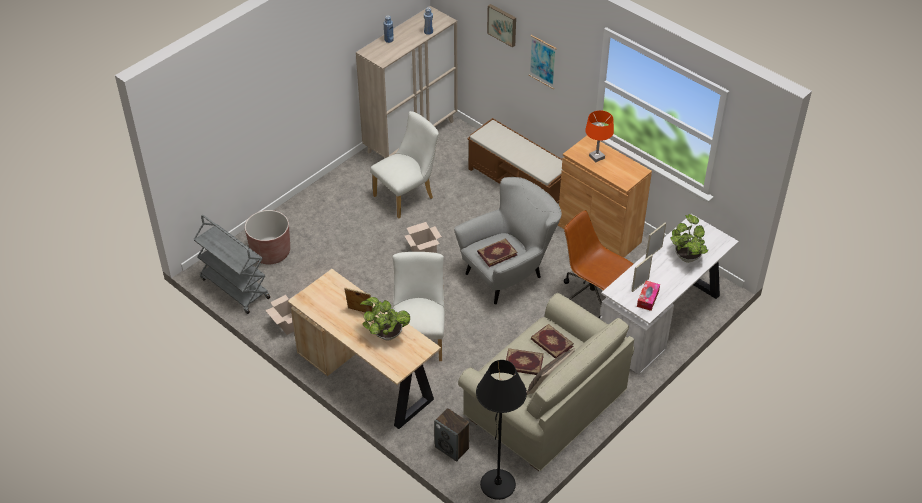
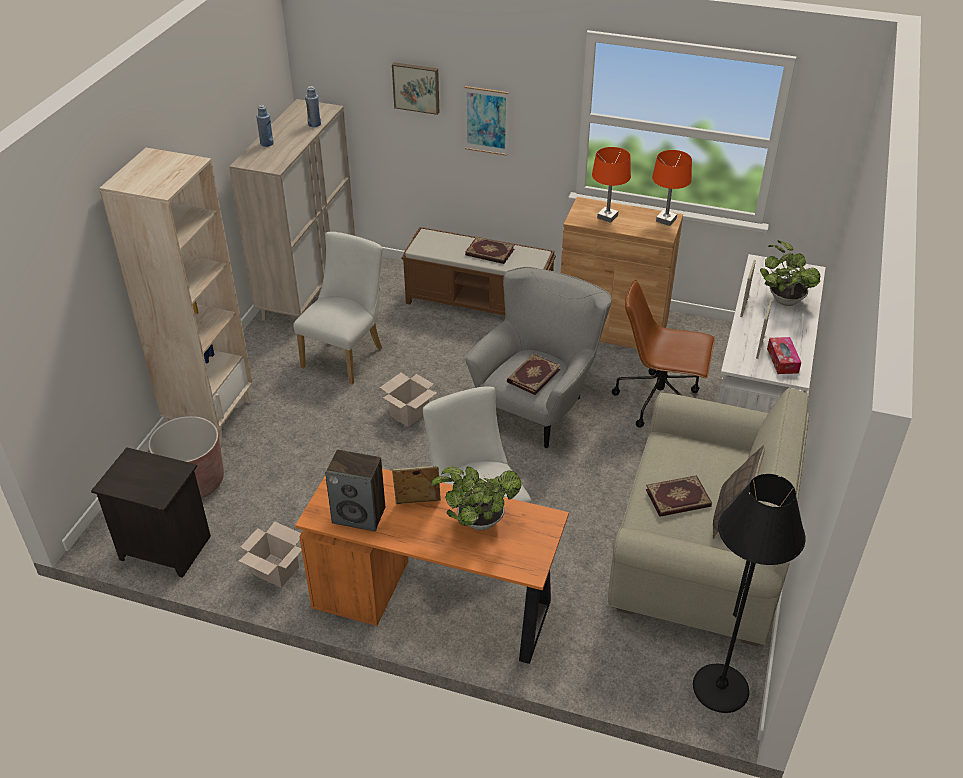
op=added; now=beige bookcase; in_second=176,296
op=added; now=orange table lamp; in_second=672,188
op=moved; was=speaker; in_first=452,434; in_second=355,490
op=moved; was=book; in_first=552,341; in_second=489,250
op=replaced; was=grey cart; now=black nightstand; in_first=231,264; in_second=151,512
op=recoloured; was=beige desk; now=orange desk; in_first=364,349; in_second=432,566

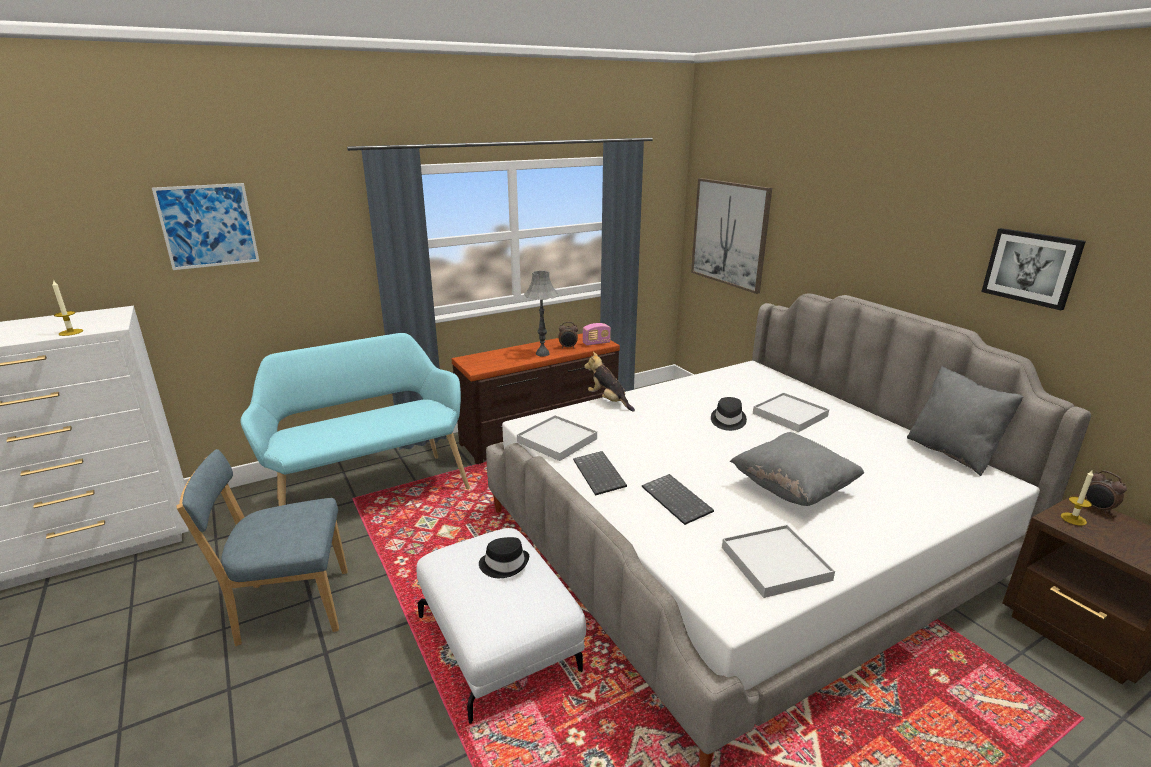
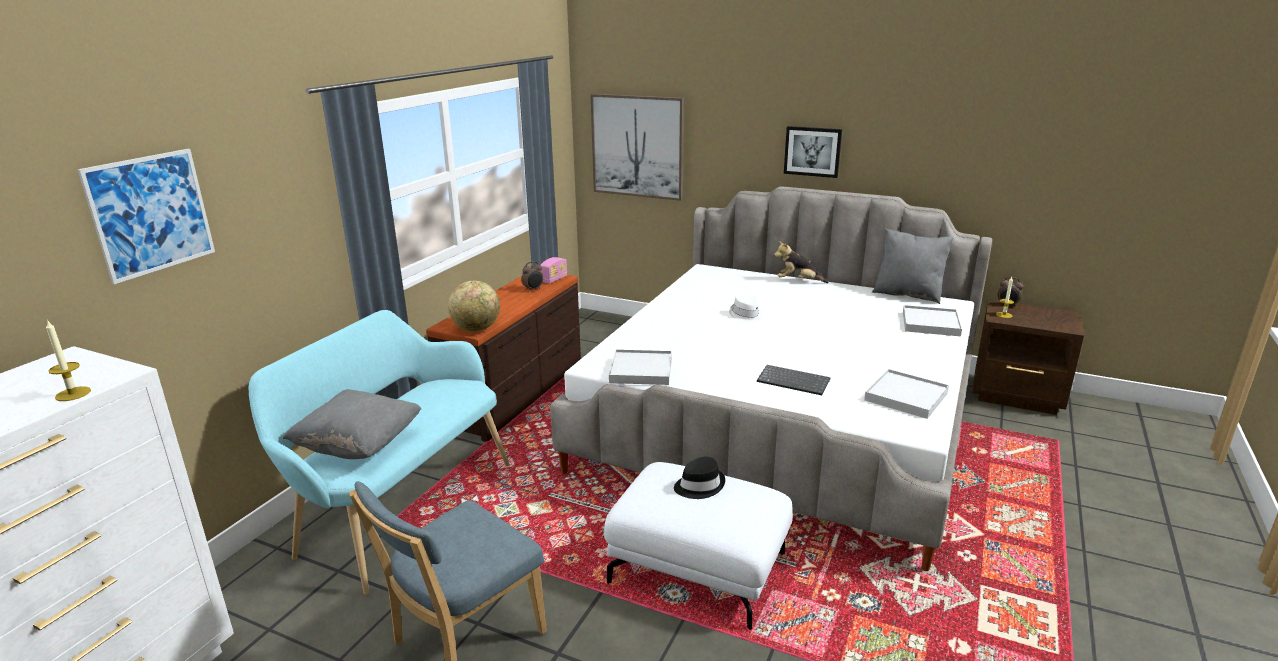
op=removed; was=grey table lamp; in_first=541,313
op=removed; was=keyboard; in_first=600,473
op=added; now=globe; in_second=474,306
op=moved; was=plush toy; in_first=609,382; in_second=801,262
op=moved; was=grey pillow; in_first=797,469; in_second=352,424
op=moved; was=white tray; in_first=791,412; in_second=932,320
op=moved; was=picture; in_first=1033,269; in_second=813,152
op=recoloured; was=black hat; now=white hat; in_first=729,414; in_second=746,308

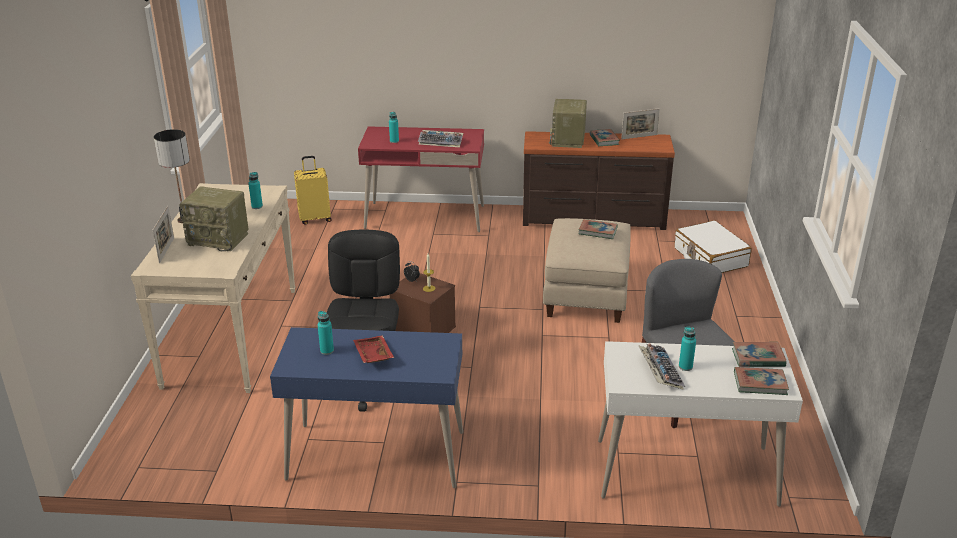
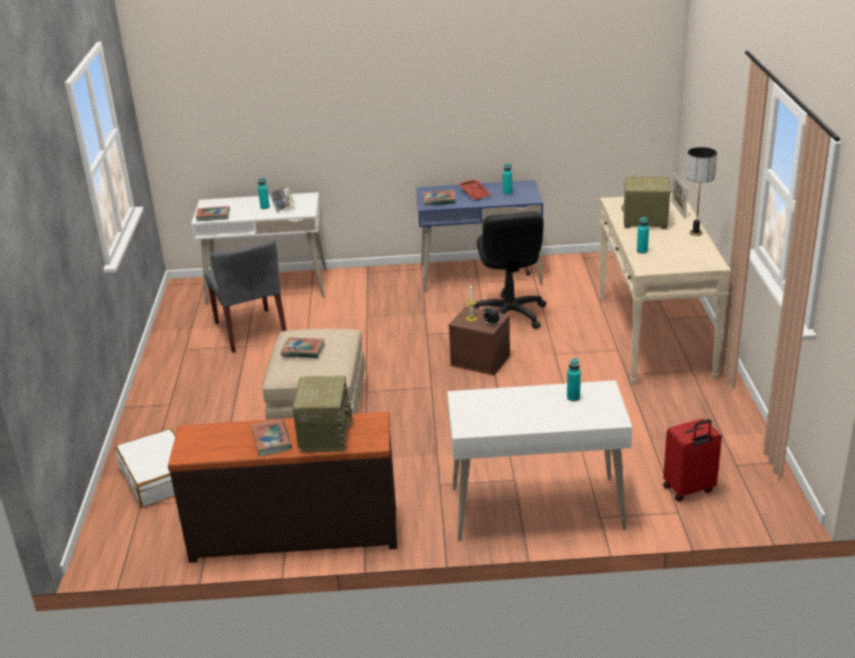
op=removed; was=keyboard; in_first=440,138
op=removed; was=picture frame; in_first=640,124
op=moved; was=book; in_first=761,381; in_second=439,197
op=recoloured; was=yellow suitcase; now=red suitcase; in_first=313,190; in_second=692,460
op=recoloured; was=red desk; now=white desk; in_first=421,179; in_second=539,460

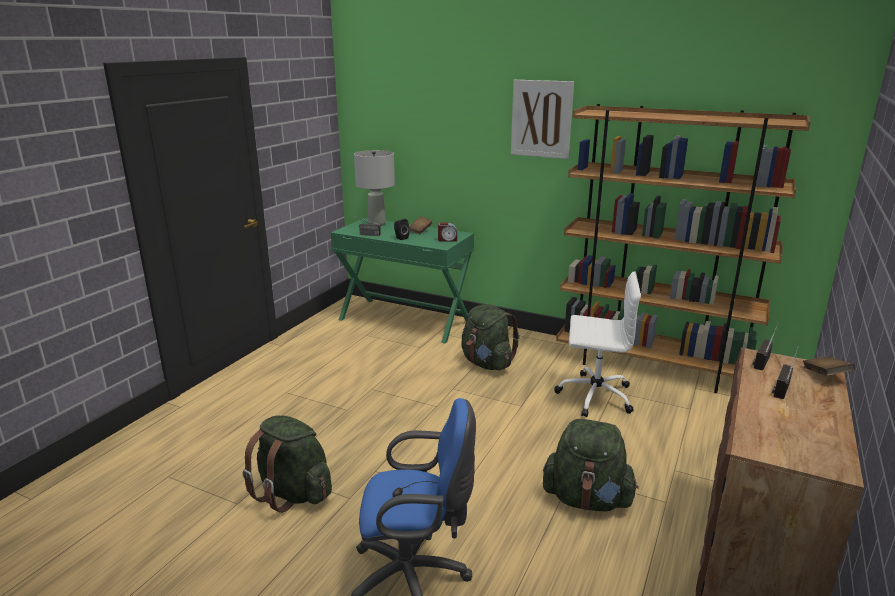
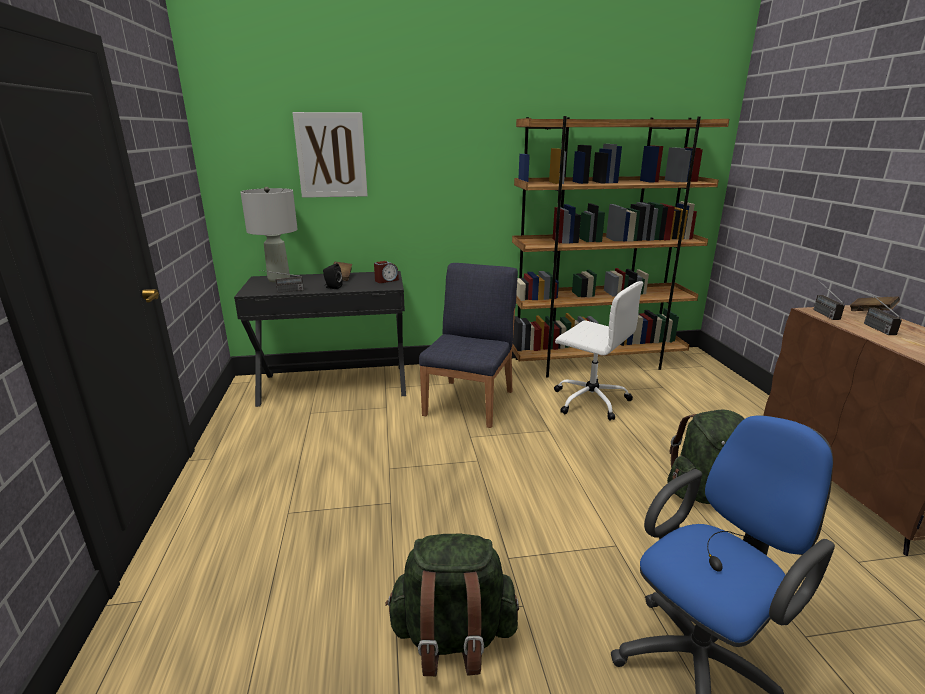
op=moved; was=picture; in_first=542,119; in_second=330,155
op=replaced; was=green backpack; now=blue chair; in_first=490,337; in_second=468,345
op=recoloured; was=green desk; now=black desk; in_first=402,281; in_second=320,339
op=turned; was=white office chair; in_first=597,344; in_second=599,351; clockwise=60

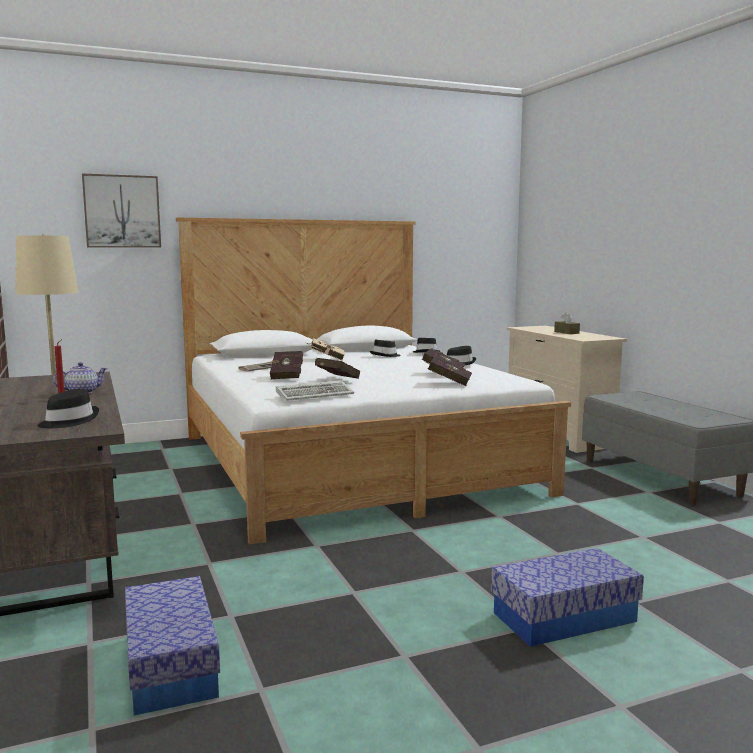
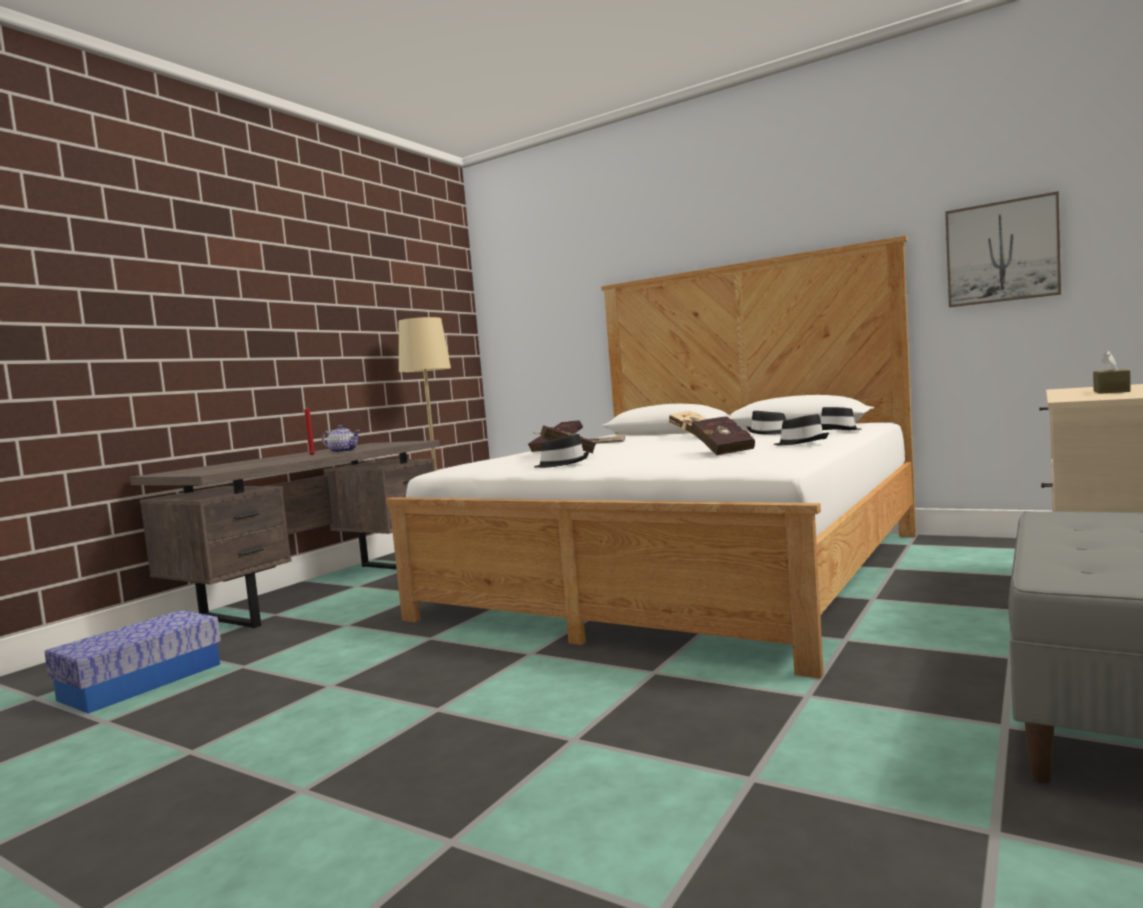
op=removed; was=keyboard; in_first=315,390
op=removed; was=red book; in_first=448,371
op=removed; was=storage box; in_first=567,597
op=moved; was=black hat; in_first=68,408; in_second=561,451
op=moved; was=picture; in_first=121,211; in_second=1003,249

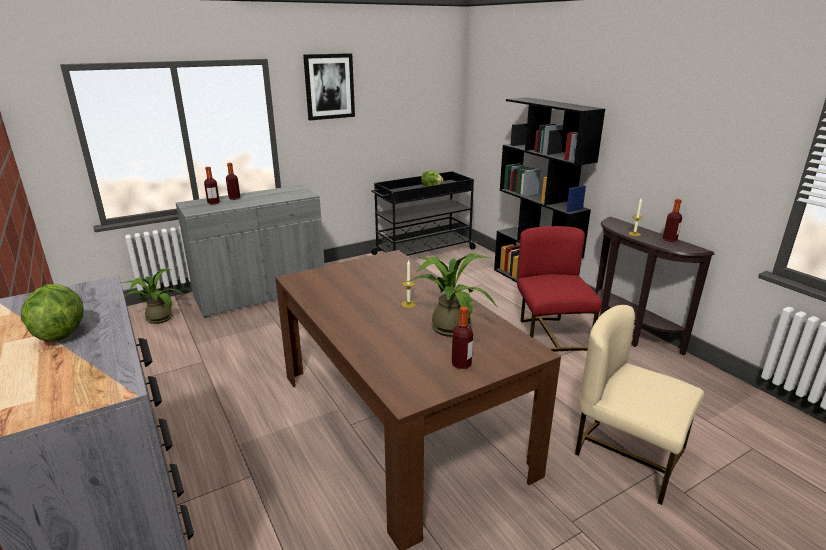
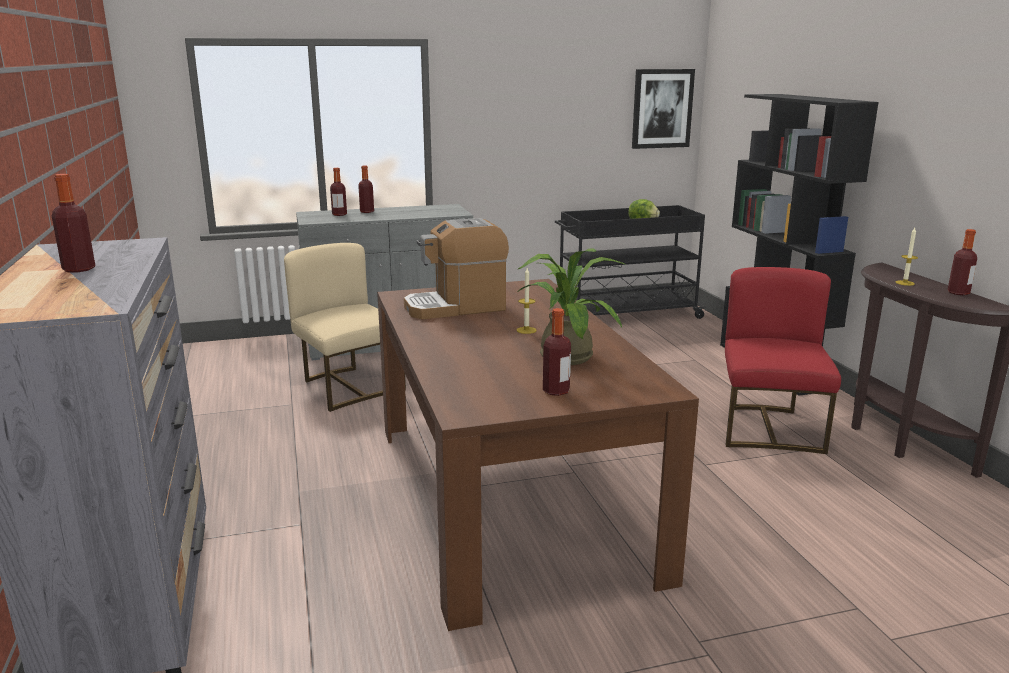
op=removed; was=potted plant; in_first=154,296
op=added; now=coffee machine; in_second=456,268
op=moved; was=picture; in_first=329,86; in_second=663,109
op=moved; was=beige chair; in_first=639,405; in_second=345,327
op=replaced; was=lettuce; now=bottle; in_first=52,313; in_second=73,223

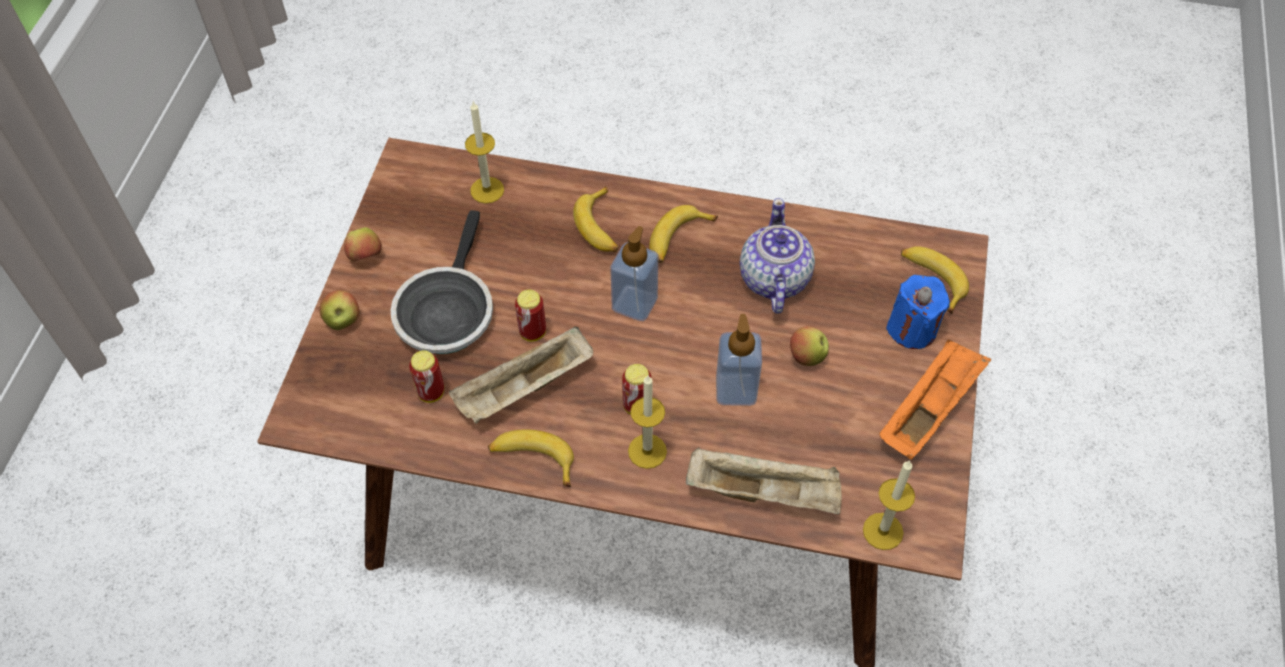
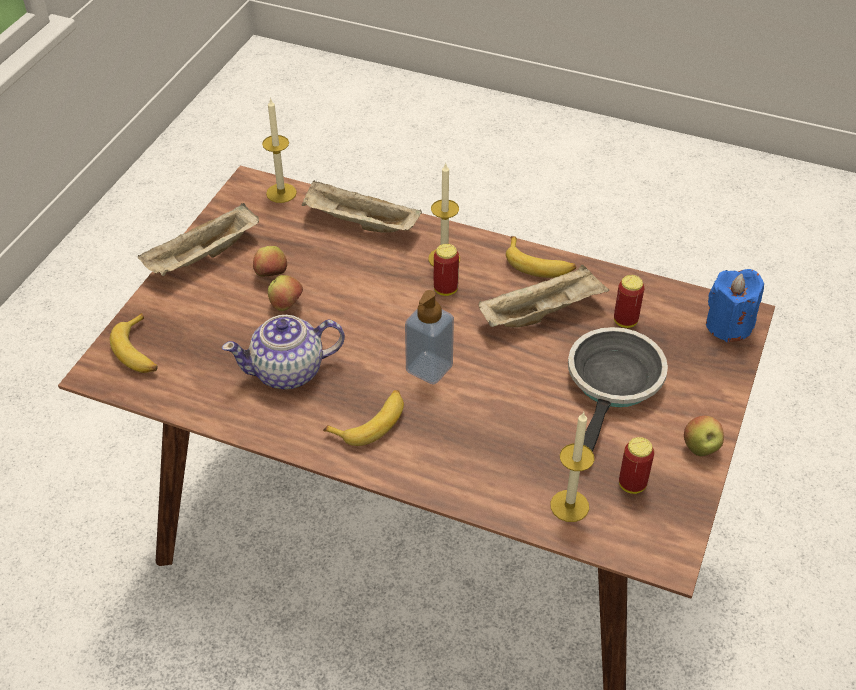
op=removed; was=banana; in_first=595,219
op=removed; was=soap dispenser; in_first=739,360
op=moved; was=apple; in_first=339,310; in_second=270,261
op=moved; was=can; in_first=530,315; in_second=636,465
op=moved; was=blue candle; in_first=918,312; in_second=735,305
op=recoloured; was=orange tray; now=beige tray; in_first=935,399; in_second=198,239
op=turned; was=teapot; in_first=777,256; in_second=283,352; clockwise=60

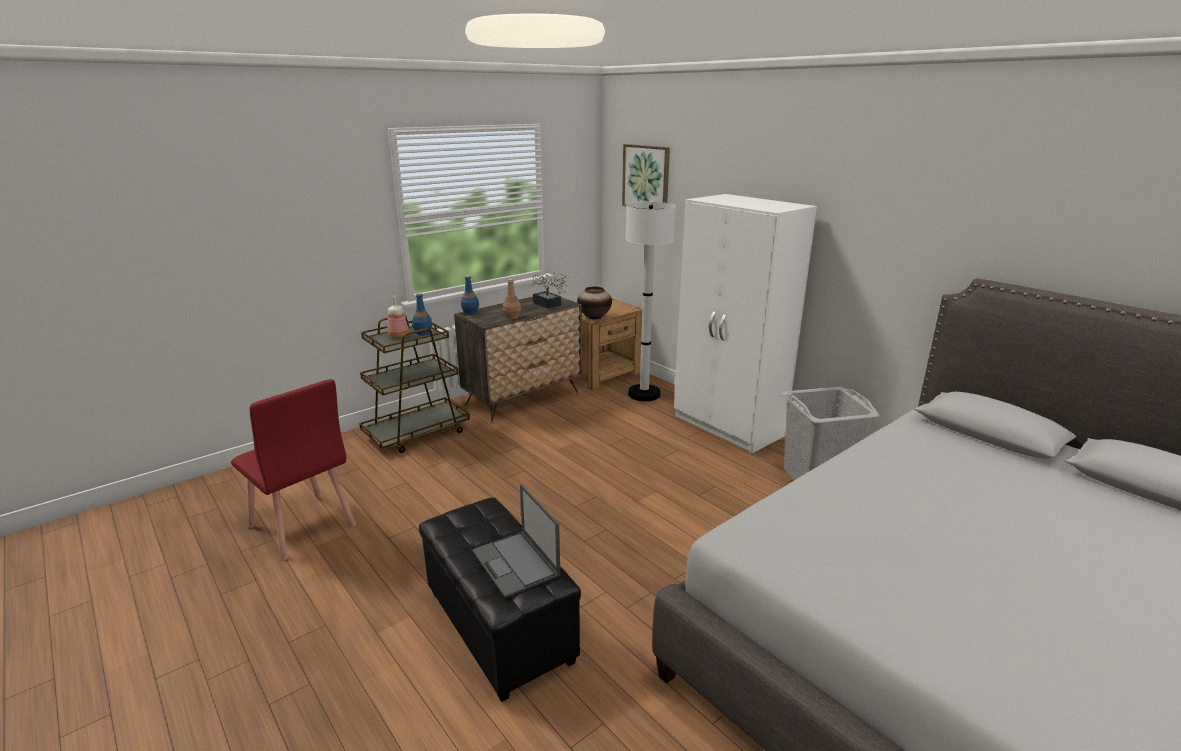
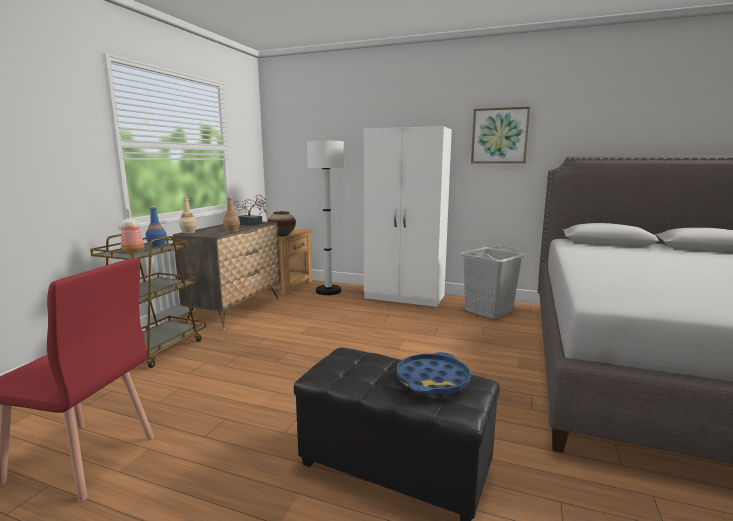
op=moved; was=picture; in_first=646,175; in_second=500,135
op=replaced; was=laptop; now=blue tray; in_first=516,541; in_second=434,373
op=recoloured; was=blue bottle; now=beige bottle; in_first=470,295; in_second=188,215

